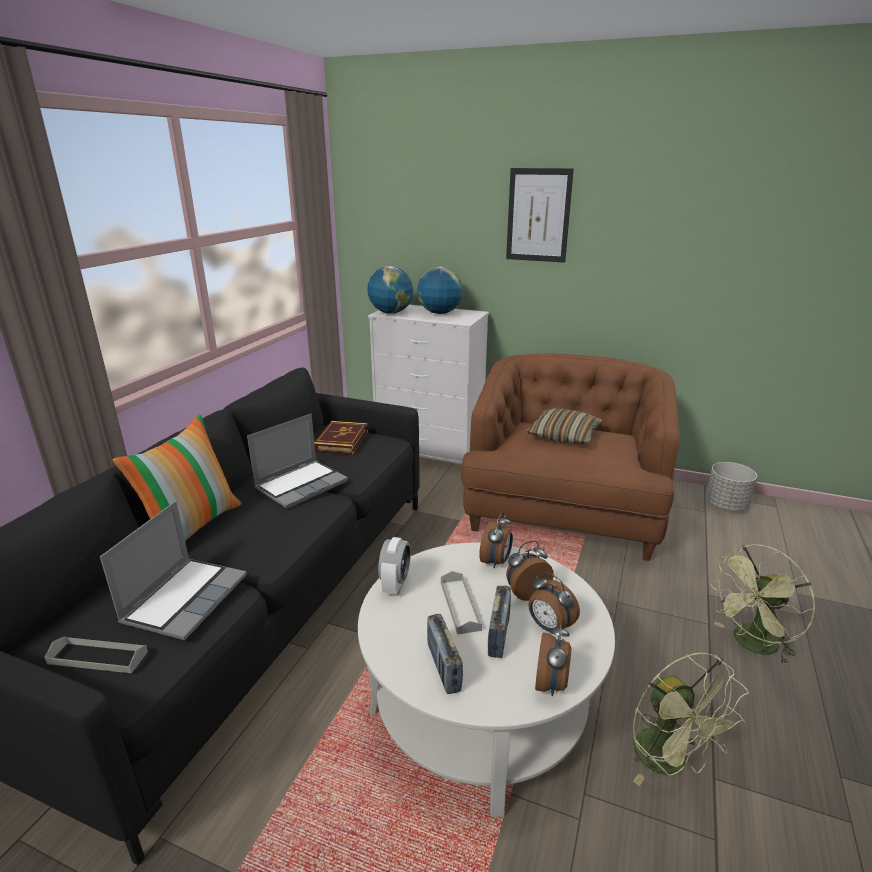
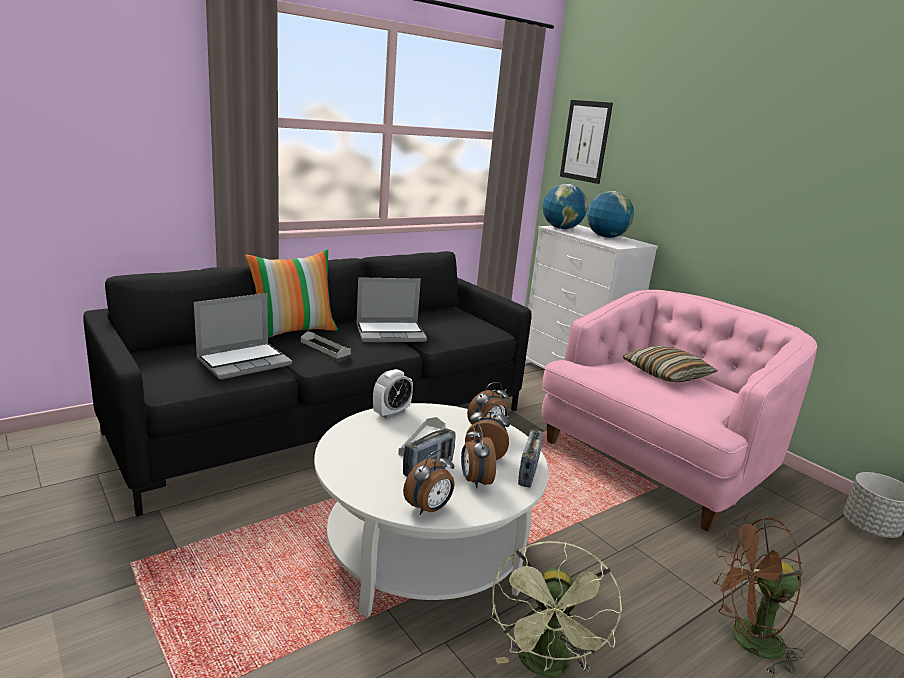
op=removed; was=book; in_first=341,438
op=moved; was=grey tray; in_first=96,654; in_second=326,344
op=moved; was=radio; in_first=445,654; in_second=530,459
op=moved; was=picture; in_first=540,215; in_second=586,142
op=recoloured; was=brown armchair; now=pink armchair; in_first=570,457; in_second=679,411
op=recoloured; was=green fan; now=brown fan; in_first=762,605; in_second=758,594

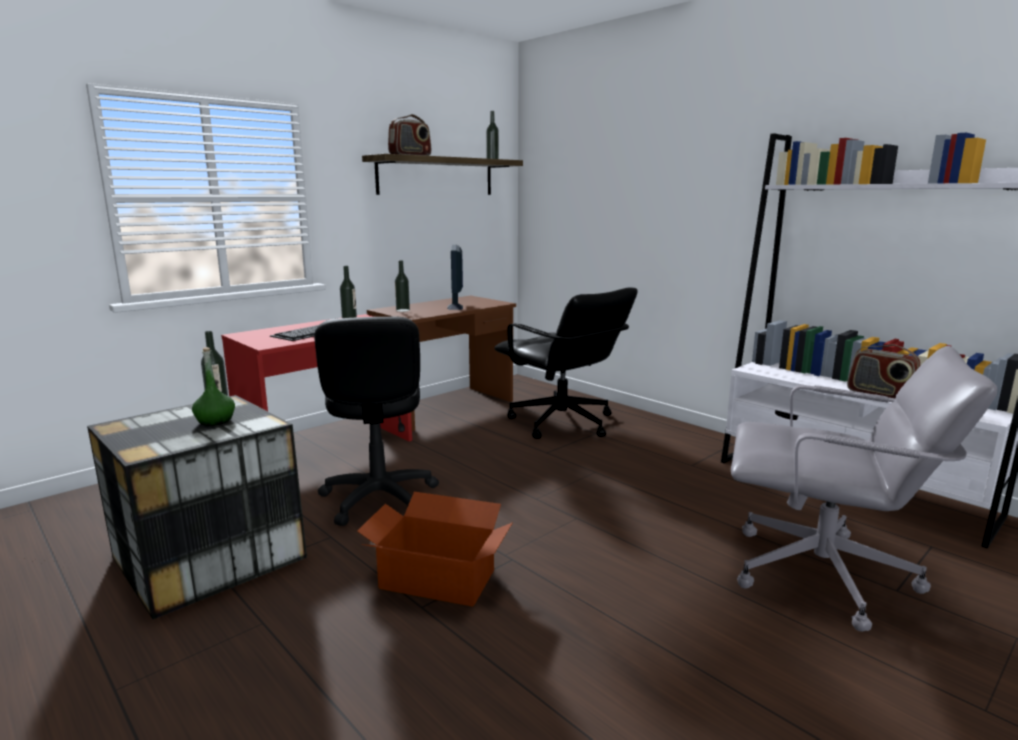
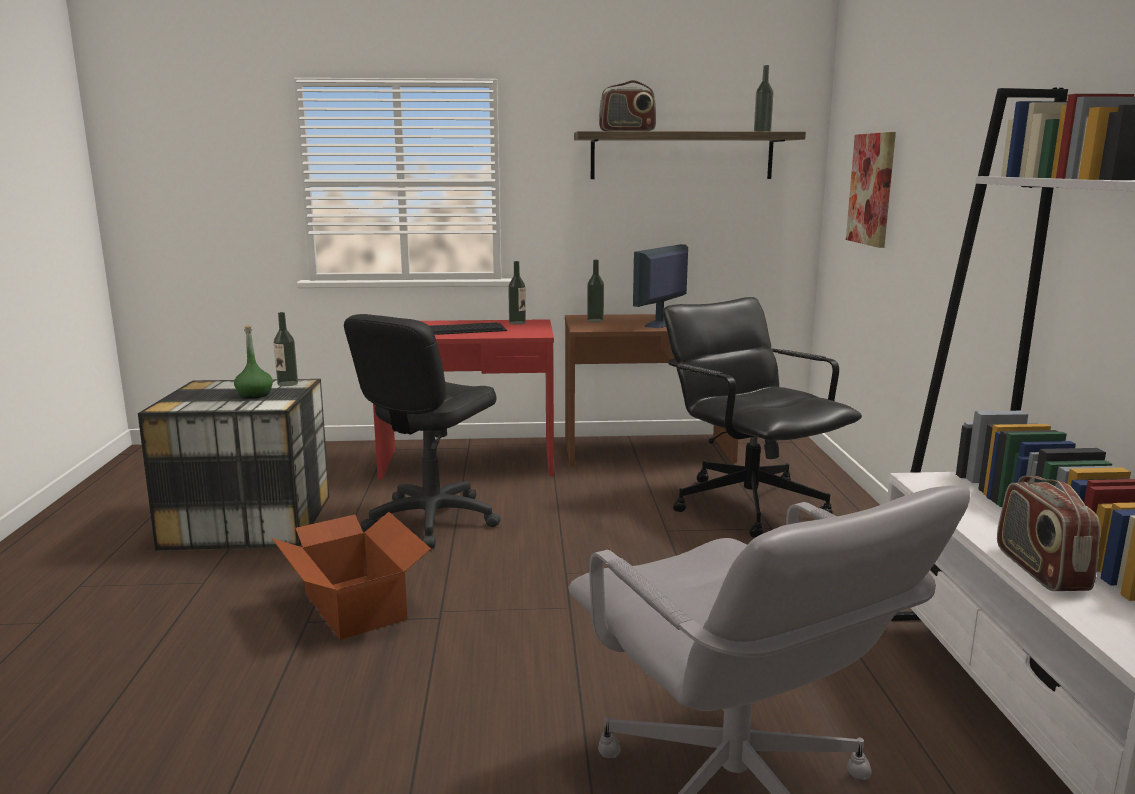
op=added; now=picture; in_second=871,190
op=turned; was=black office chair; in_first=565,363; in_second=762,417; clockwise=150

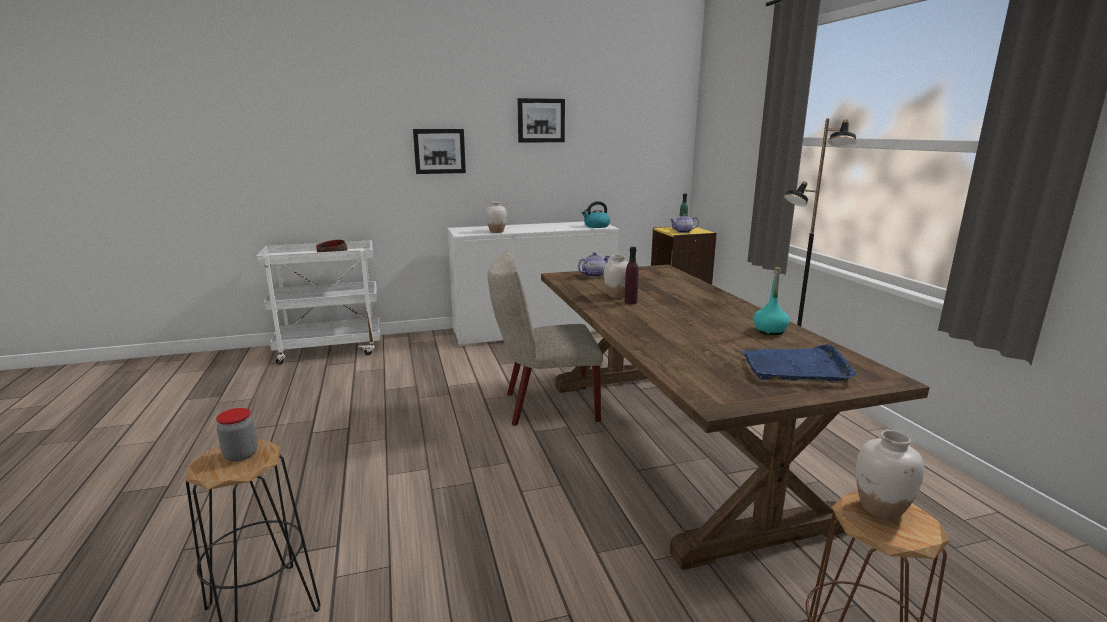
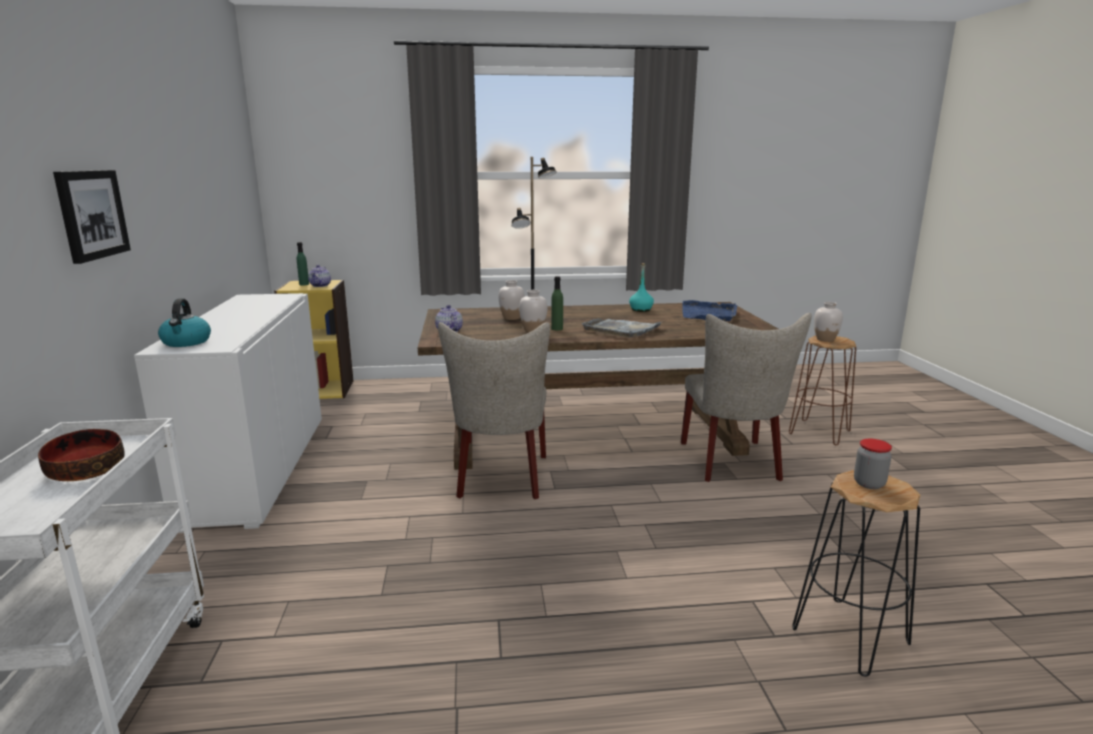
op=removed; was=picture; in_first=541,120
op=added; now=grey tray; in_second=621,327
op=added; now=beige chair; in_second=746,397
op=moved; was=white vase; in_first=496,217; in_second=511,300
op=moved; was=kettle; in_first=596,214; in_second=184,322
op=recoloured; was=purple bottle; now=green bottle; in_first=632,275; in_second=557,303

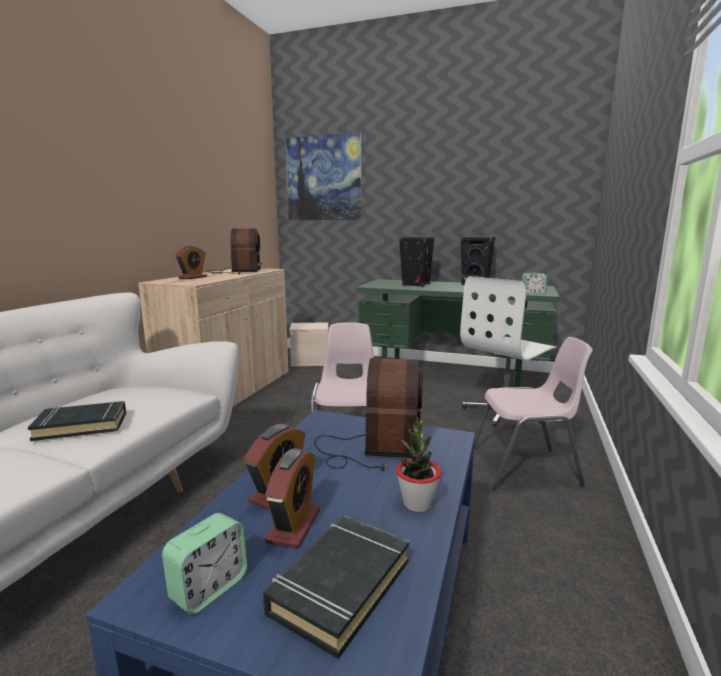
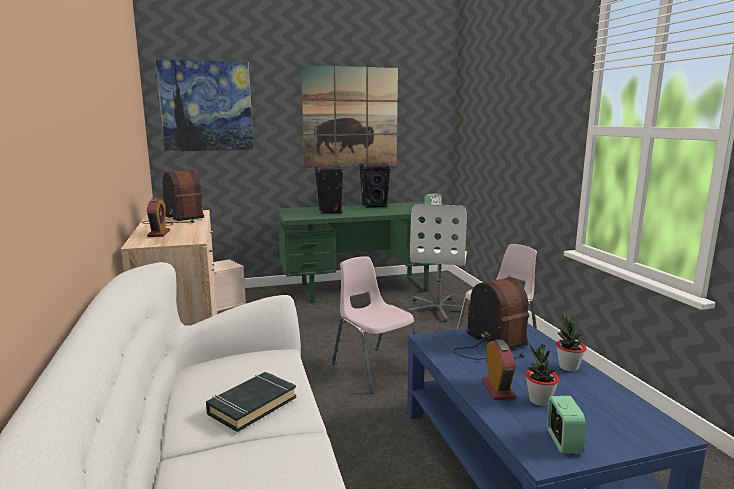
op=removed; was=black book; in_first=336,587
op=added; now=picture; in_second=349,116
op=replaced; was=alarm clock; now=potted plant; in_first=292,498; in_second=542,375

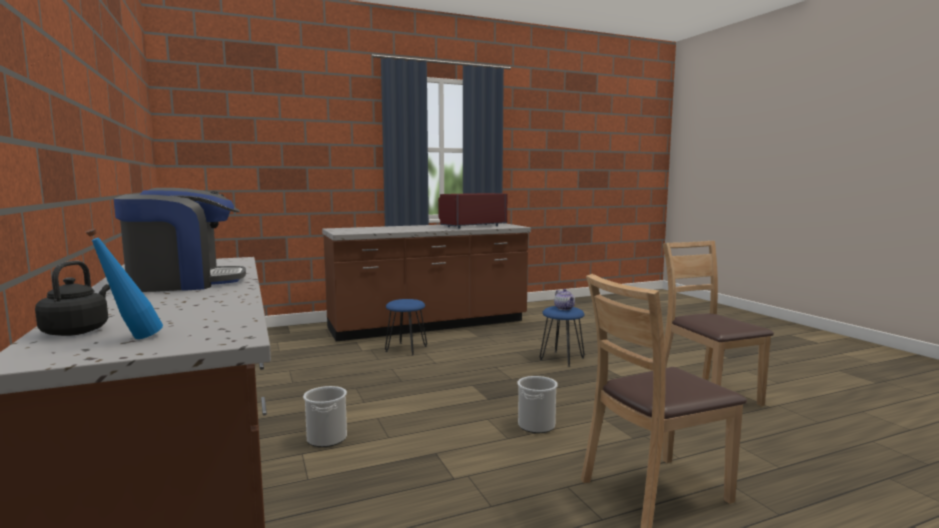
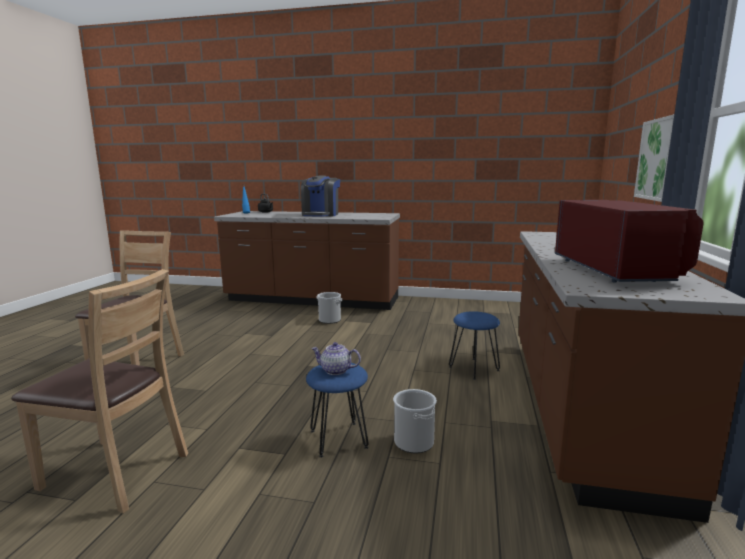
op=added; now=picture; in_second=654,158
op=moved; was=bucket; in_first=537,404; in_second=415,421

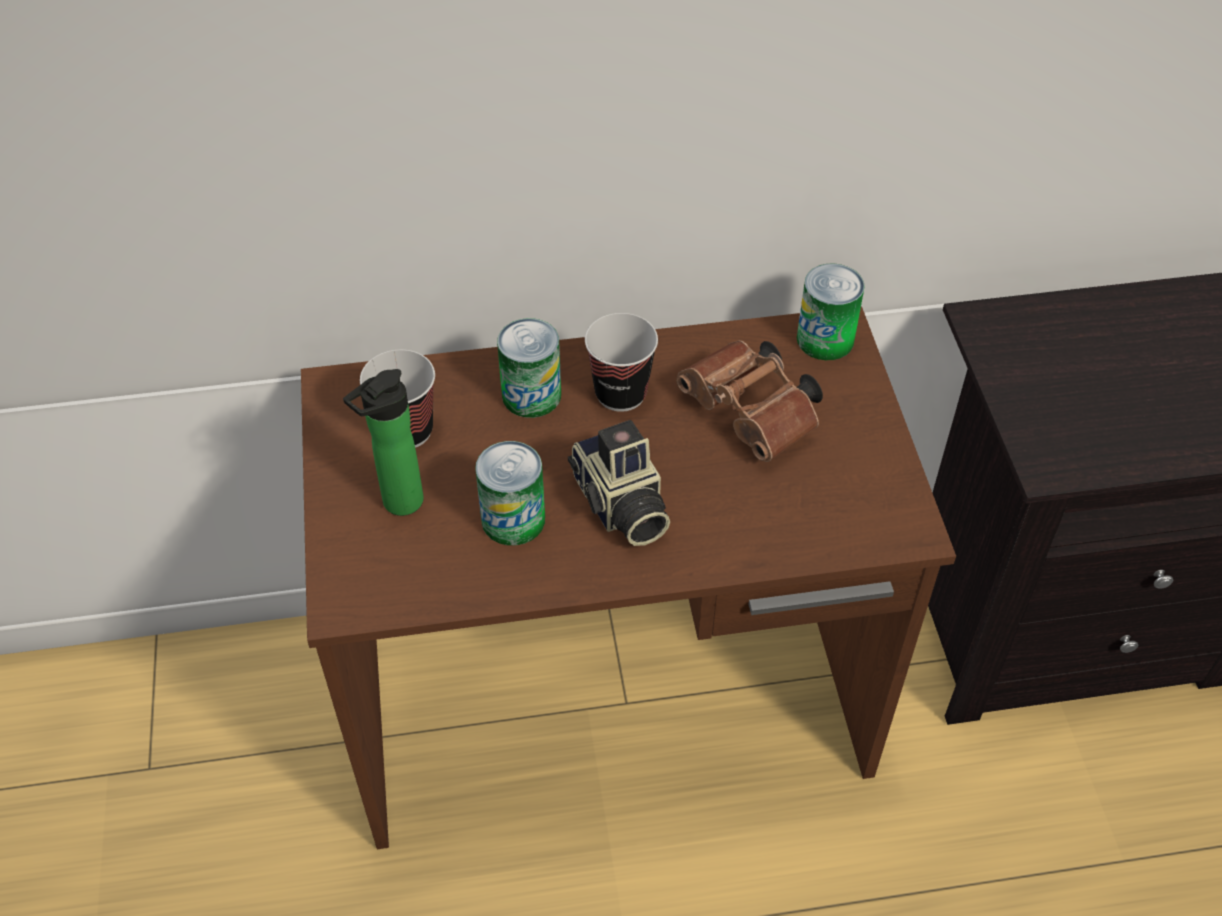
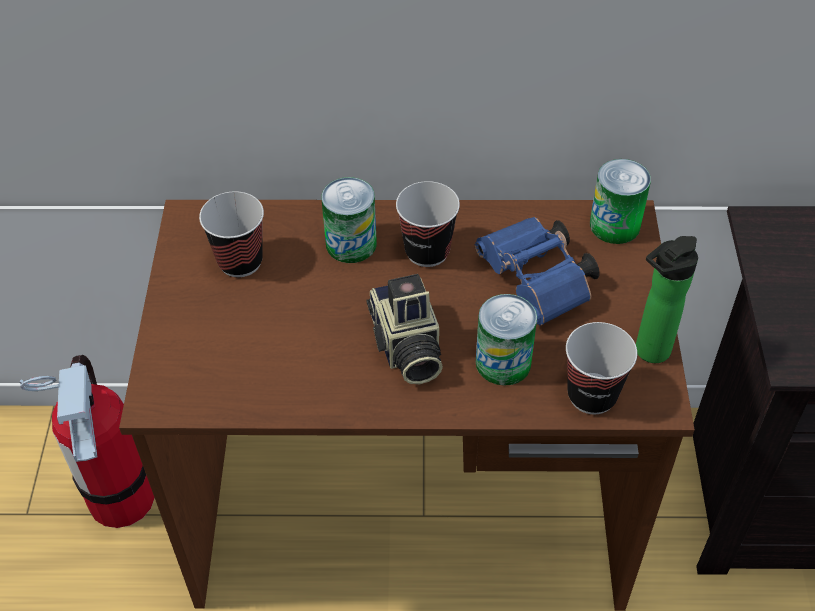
op=added; now=fire extinguisher; in_second=87,441
op=added; now=cup; in_second=601,368
op=moved; was=bottle; in_first=383,442; in_second=667,299
op=moved; was=can; in_first=510,493; in_second=506,340
op=recoloured; was=brown binoculars; now=blue binoculars; in_first=749,401; in_second=537,271

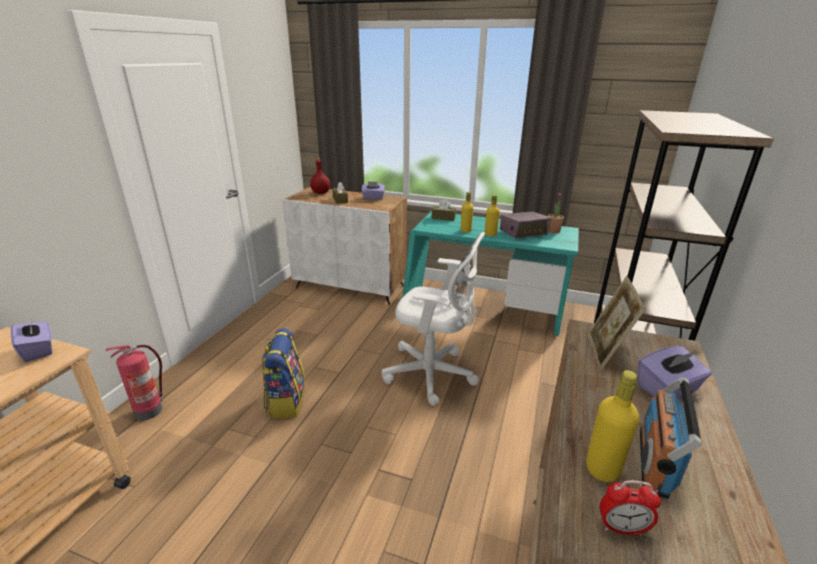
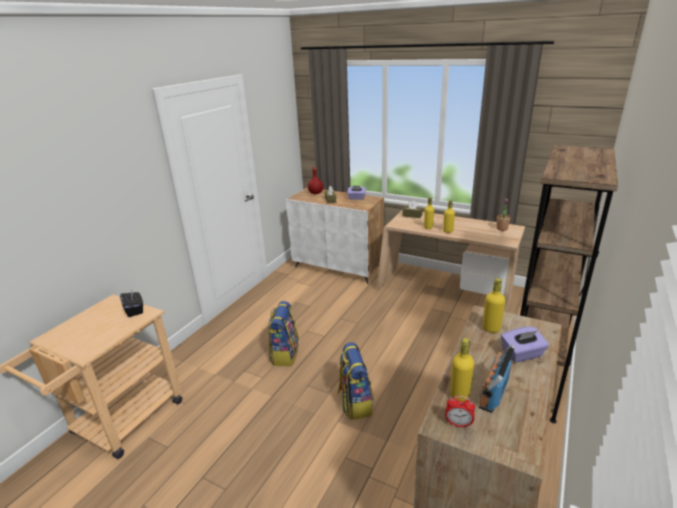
op=removed; was=fire extinguisher; in_first=134,382
op=removed; was=white office chair; in_first=433,319
op=removed; was=radio; in_first=525,225
op=added; now=backpack; in_second=356,381
op=replaced; was=picture frame; now=yellow bottle; in_first=617,323; in_second=494,305
op=recoloured; was=purple tissue box; now=black tissue box; in_first=31,340; in_second=131,304
op=recoloured; was=turquoise desk; now=beige desk; in_first=490,273; in_second=450,260

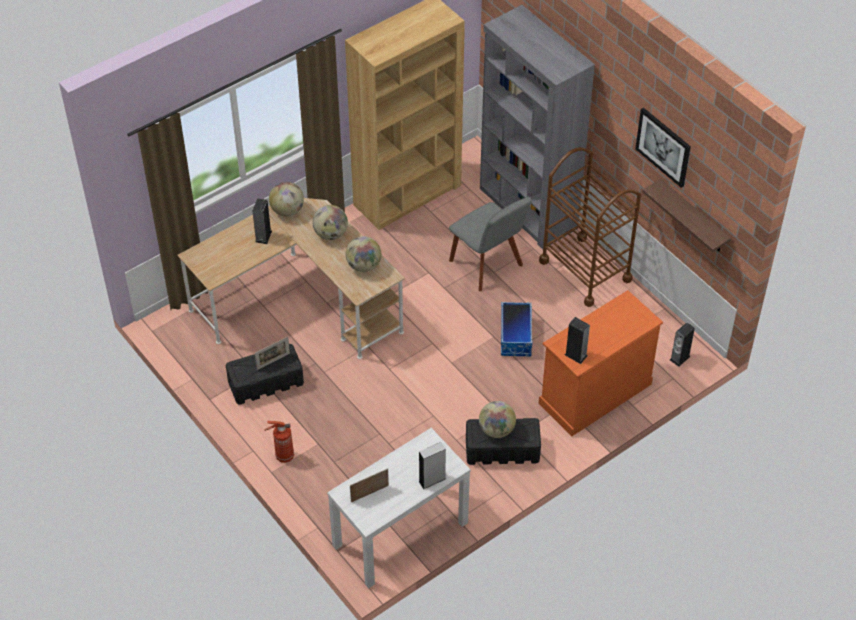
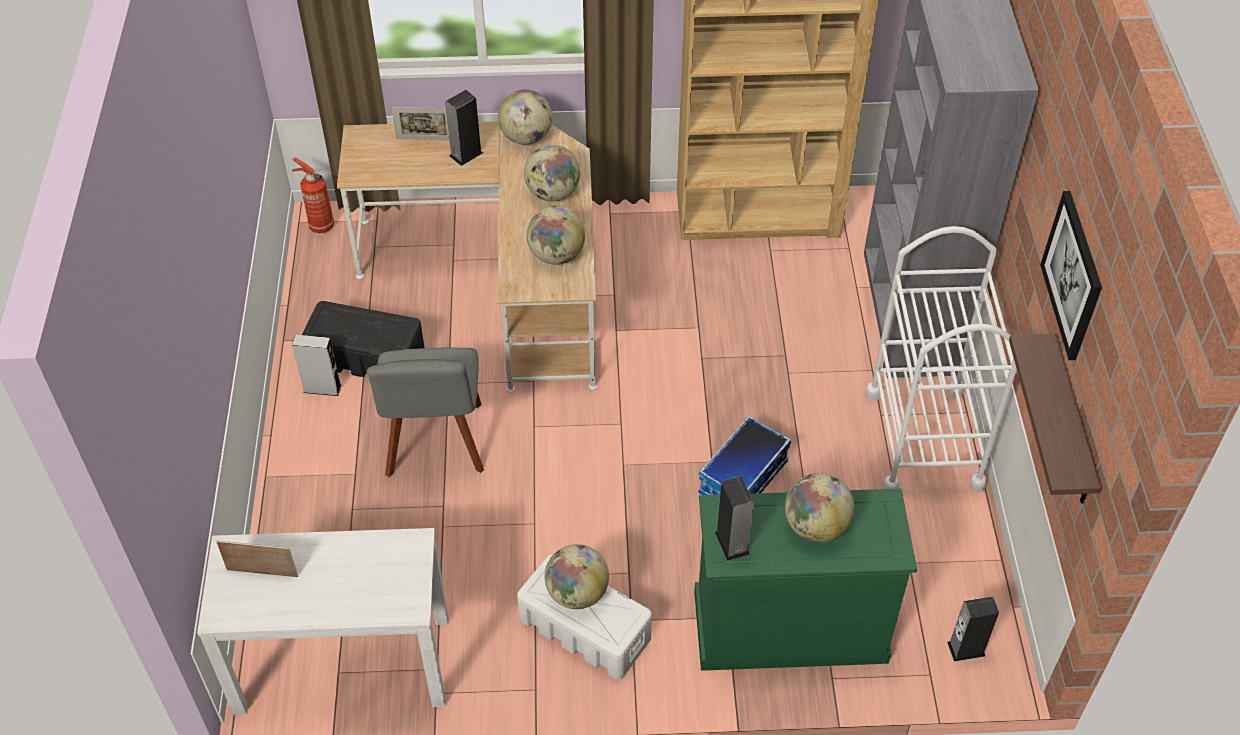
op=added; now=globe; in_second=820,507
op=moved; was=picture frame; in_first=272,353; in_second=421,123
op=moved; was=fire extinguisher; in_first=279,442; in_second=313,195
op=moved; was=grey speaker; in_first=432,465; in_second=316,365
op=moved; was=grey chair; in_first=490,244; in_second=425,412
op=recoloured; was=black storage box; now=white storage box; in_first=503,441; in_second=584,617
op=recoloured; was=brown cart; now=white cart; in_first=590,227; in_second=941,359
op=recoloured; was=orange dresser; now=green dresser; in_first=601,363; in_second=805,580

